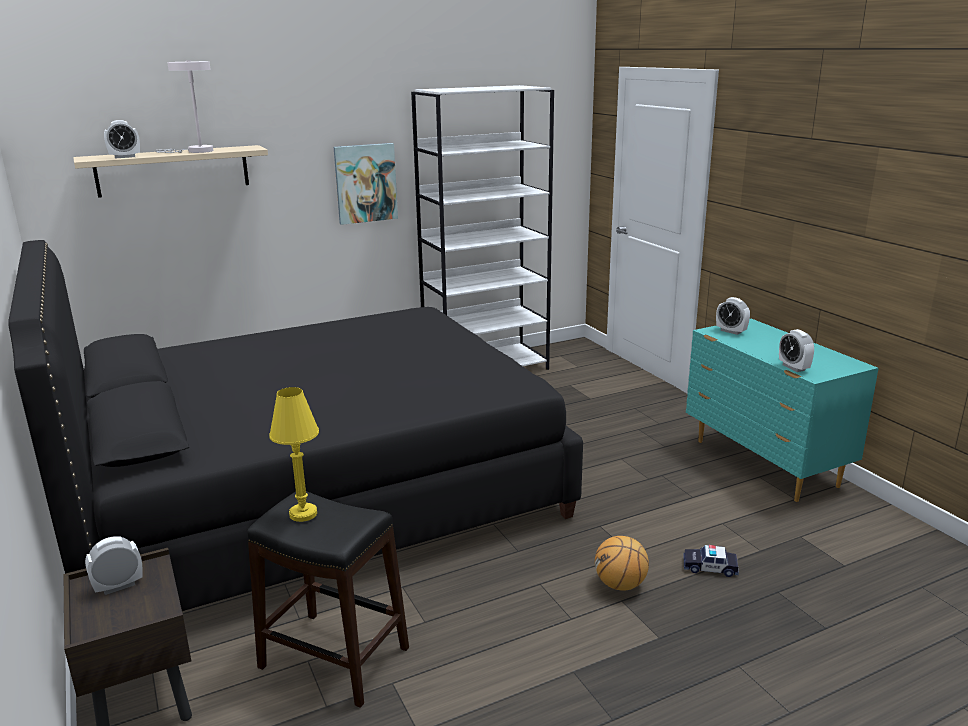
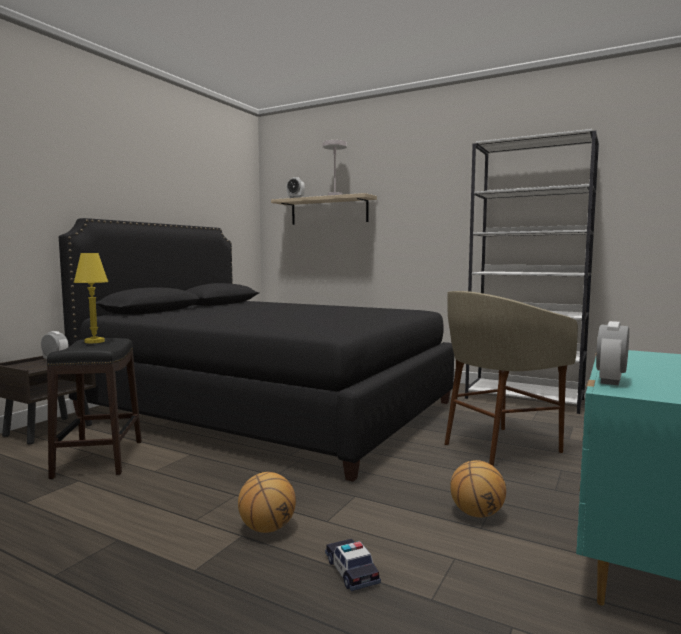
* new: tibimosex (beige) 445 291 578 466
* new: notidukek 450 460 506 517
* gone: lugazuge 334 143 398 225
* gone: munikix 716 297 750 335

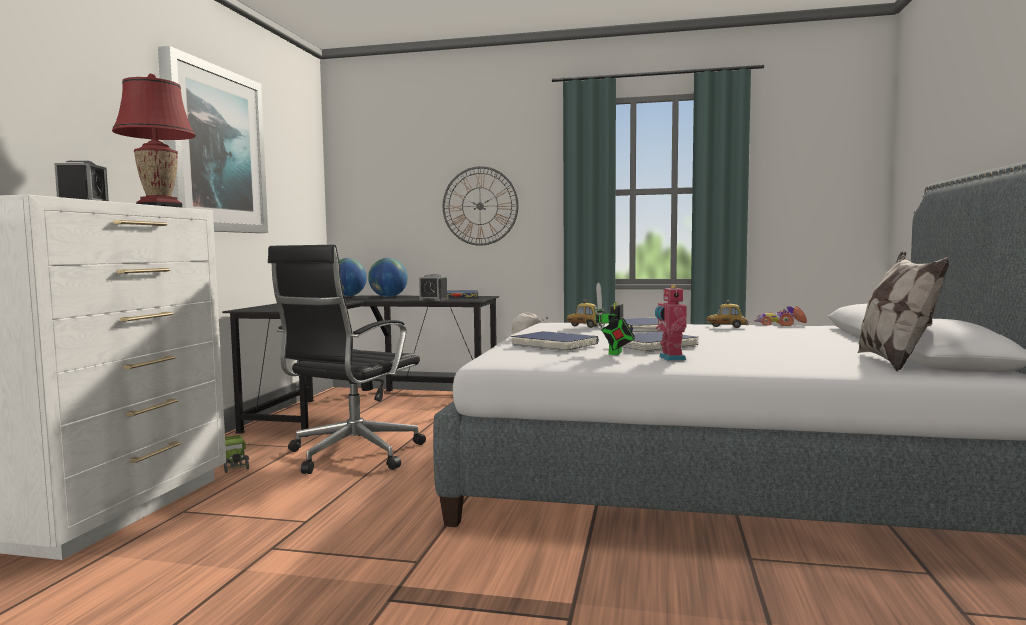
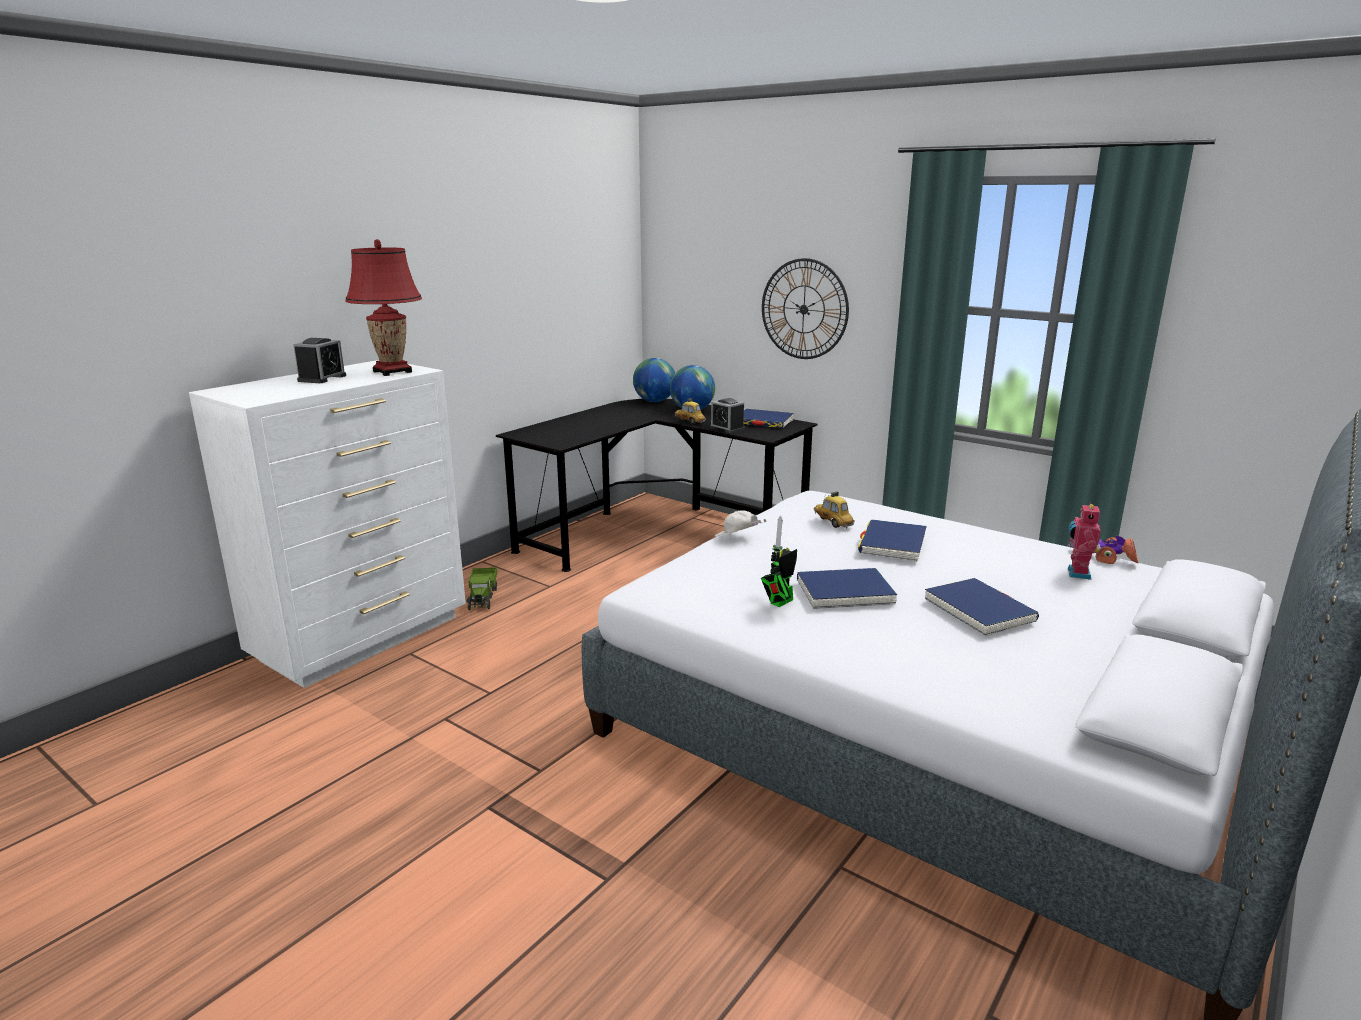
* shifted: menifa 706 300 749 328 to 675 398 706 424
* shifted: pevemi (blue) 511 331 599 352 to 925 578 1039 636
* shifted: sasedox 655 285 687 361 to 1068 502 1101 580
* gone: lugazuge 158 46 268 233
* gone: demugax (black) 268 245 426 474
* gone: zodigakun 858 251 949 372

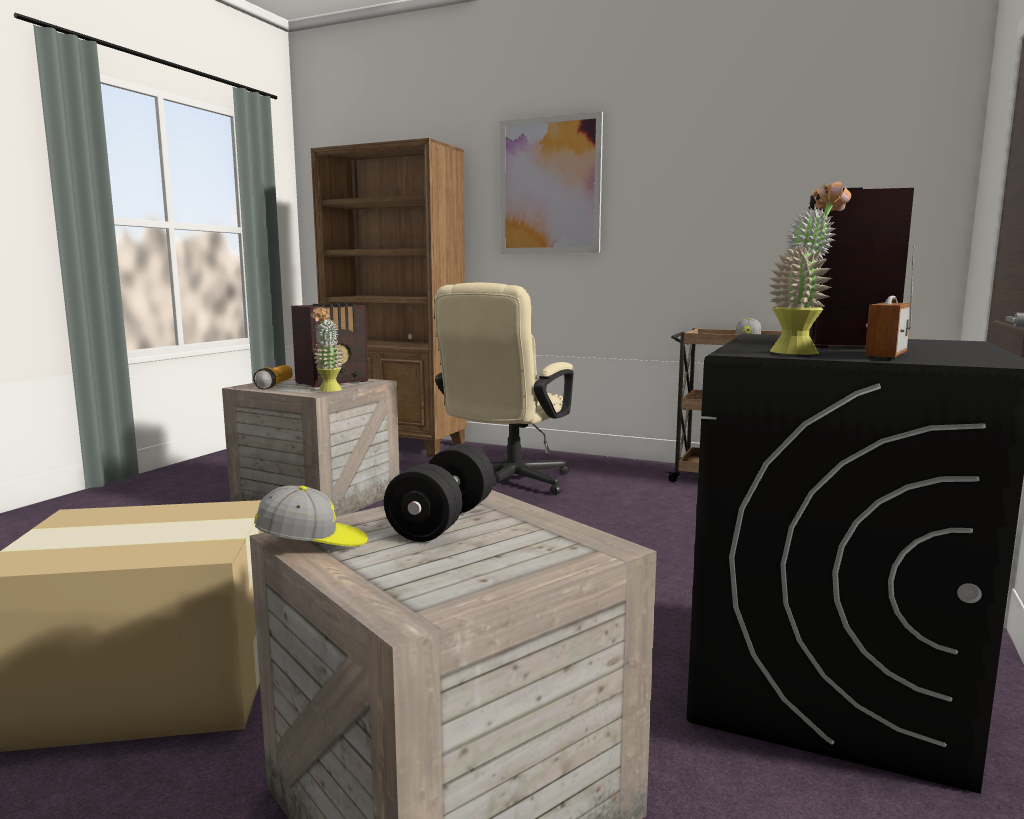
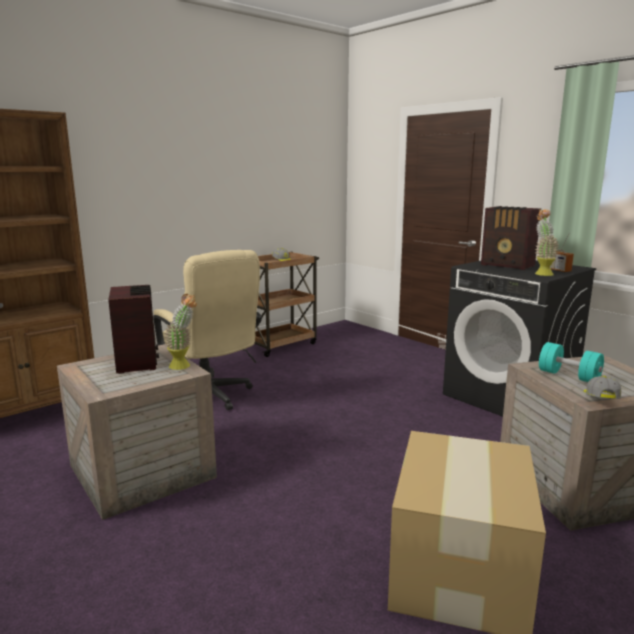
* repainted: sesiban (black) 384 444 494 542 to sesiban (turquoise) 539 342 604 382
* gone: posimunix 253 365 292 390
* gone: lugazuge 500 111 603 254

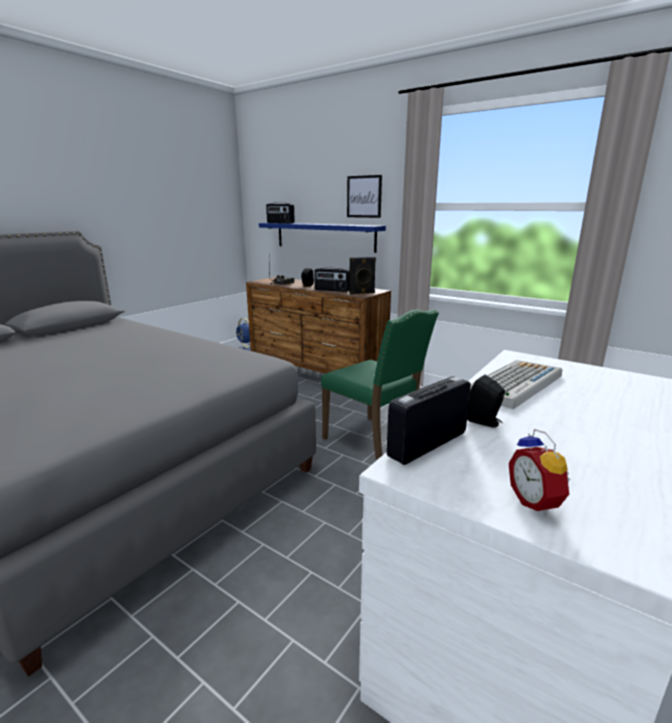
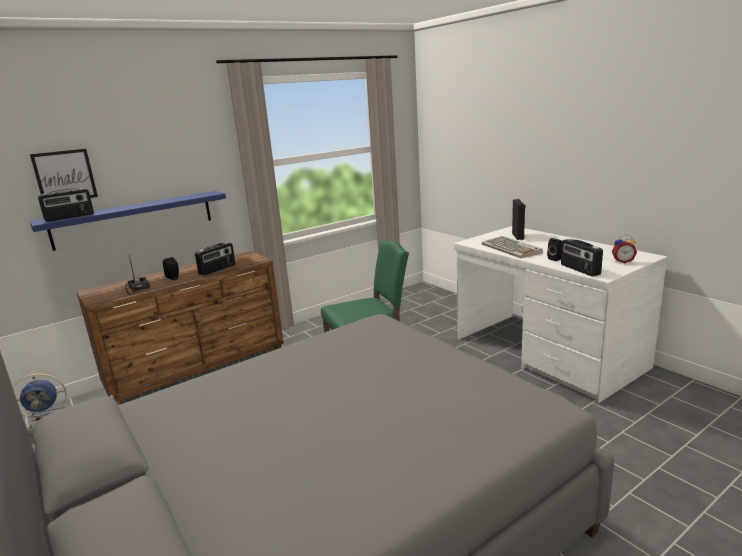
* shifted: lugazuge 347 175 382 218 to 30 149 98 198
* shifted: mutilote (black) 349 257 376 294 to 512 199 526 240

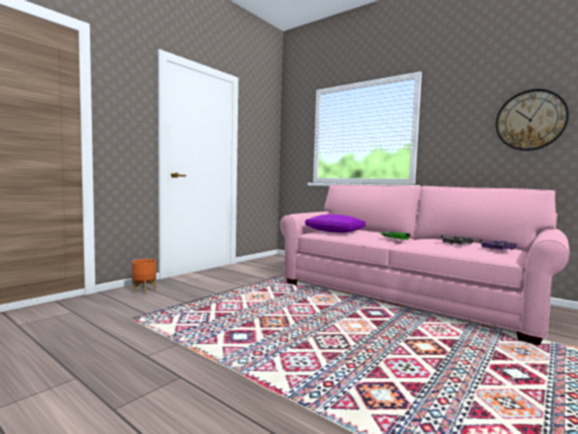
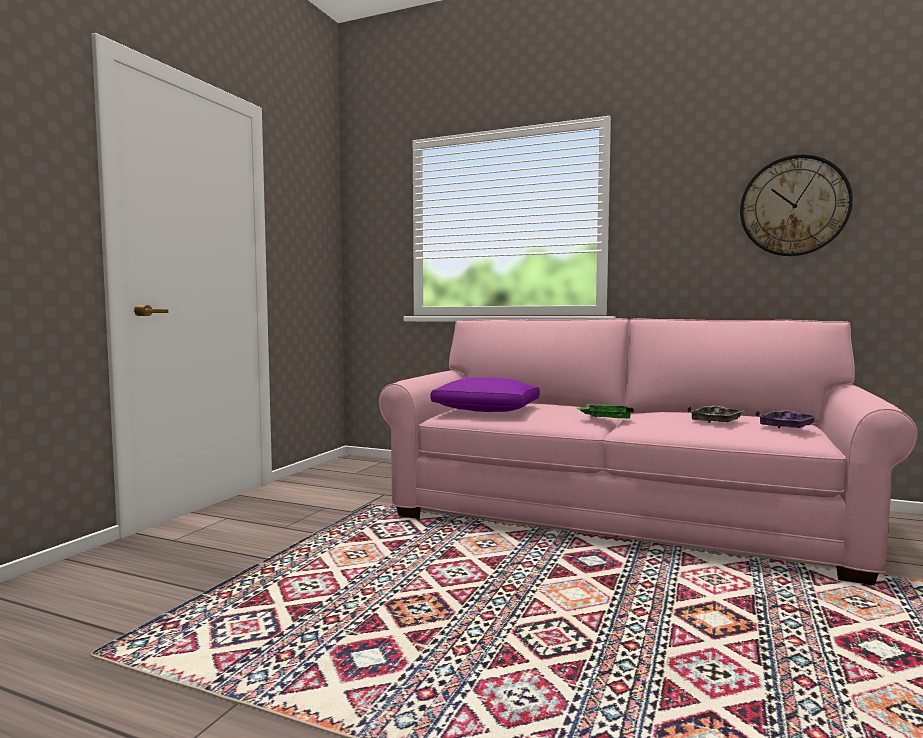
* gone: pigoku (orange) 132 259 156 295

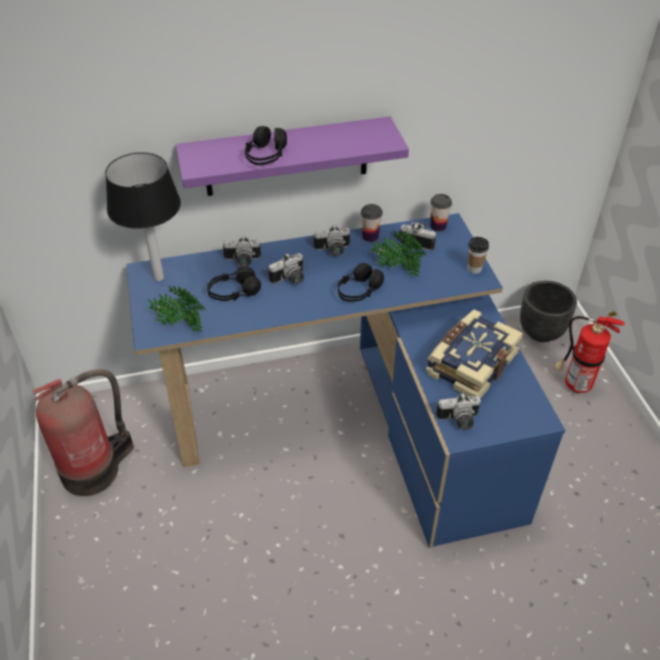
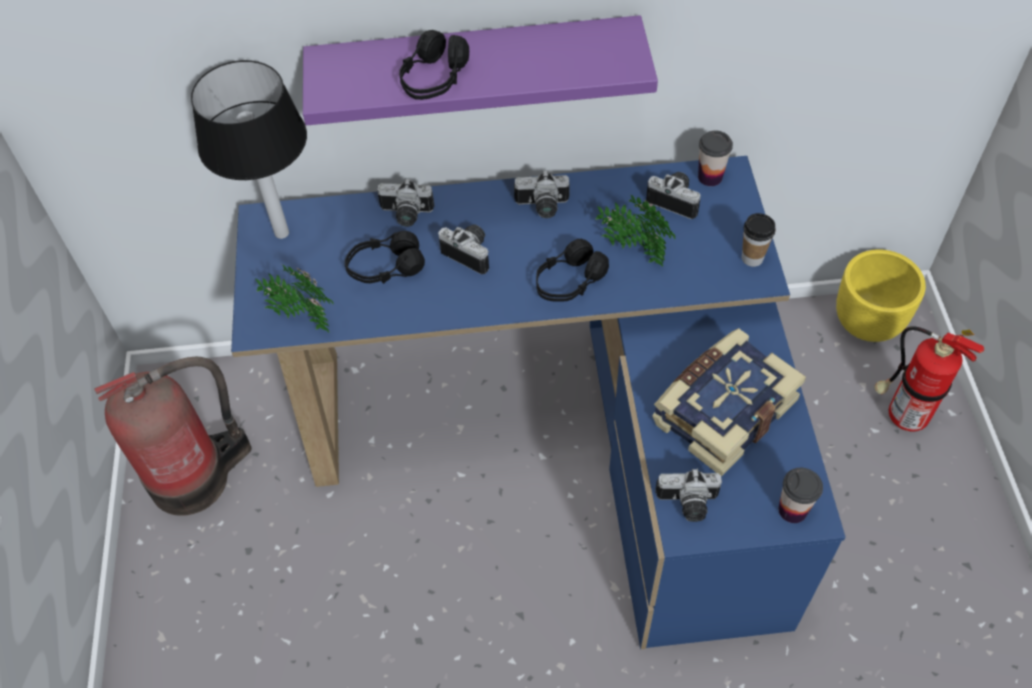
* rotated: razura 268 253 304 284 = 438 224 489 275 120 degrees counterclockwise
* shifted: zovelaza 361 204 383 242 to 778 468 823 523
* repainted: pigoku (black) 520 281 577 342 to pigoku (yellow) 836 249 926 342

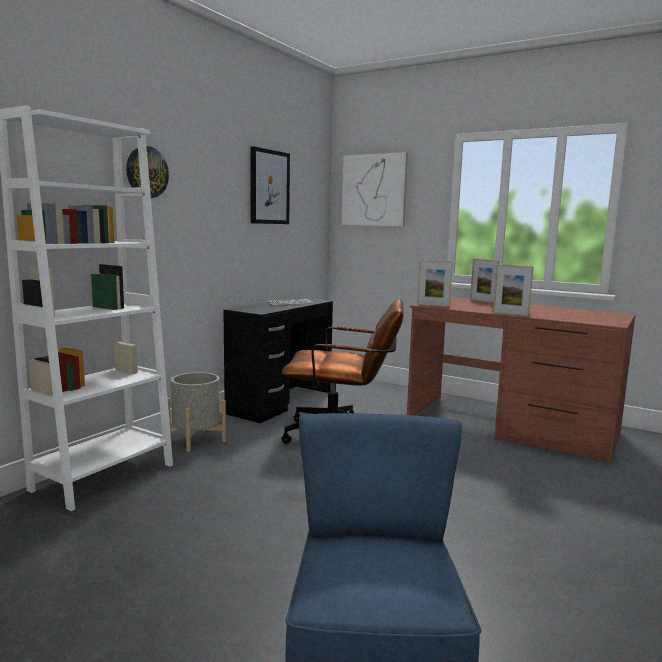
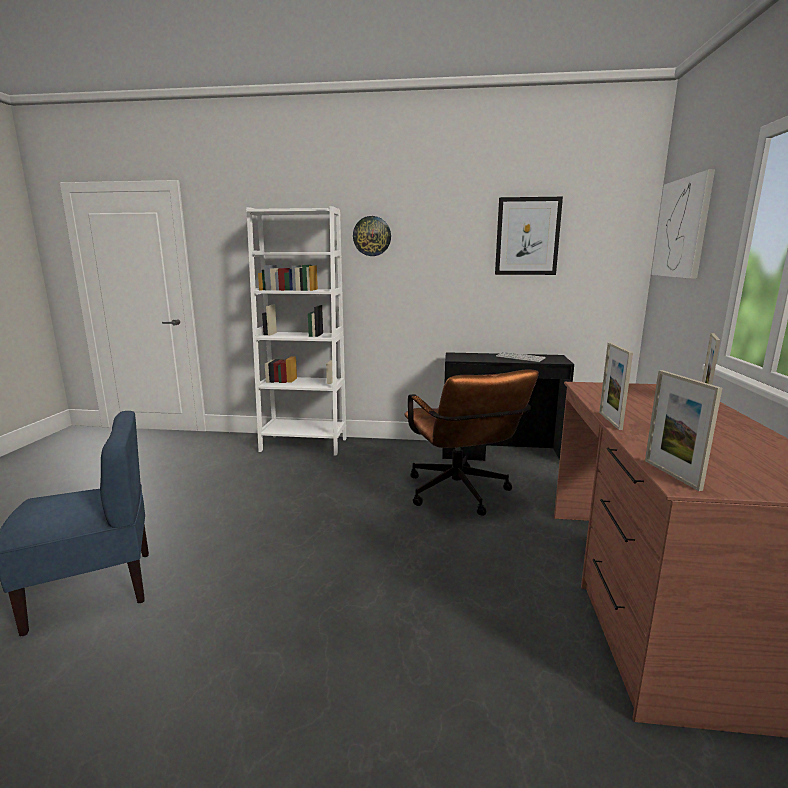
* shifted: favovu 417 260 453 307 to 645 370 722 491
* gone: pigoku (grey) 168 372 226 452

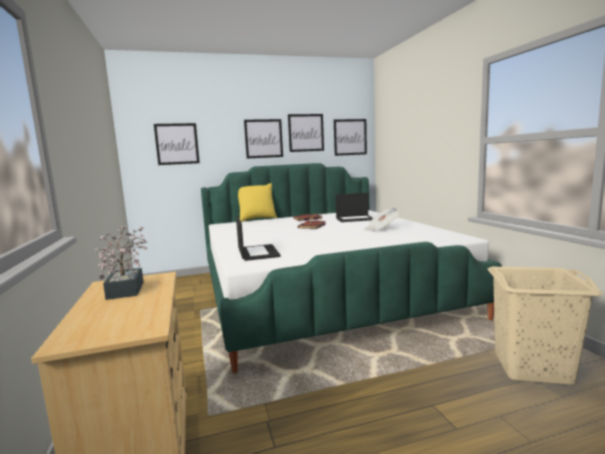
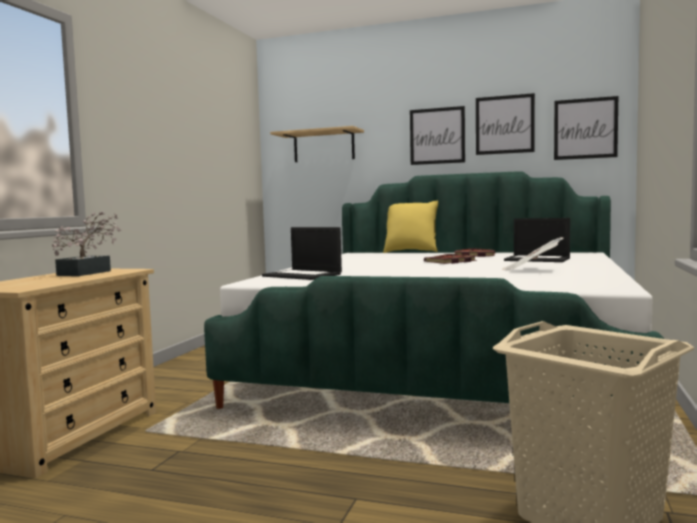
* rotated: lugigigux 236 216 281 261 = 262 227 342 280 105 degrees clockwise
* swapped: lugazuge 154 123 200 165 to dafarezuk 270 126 364 162

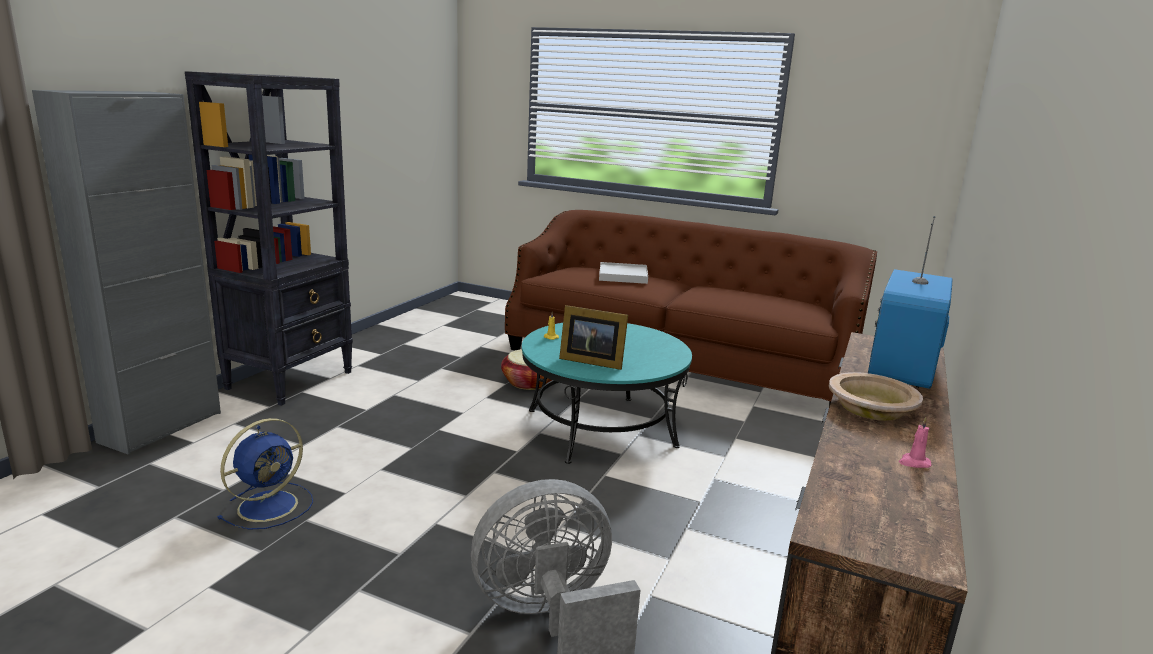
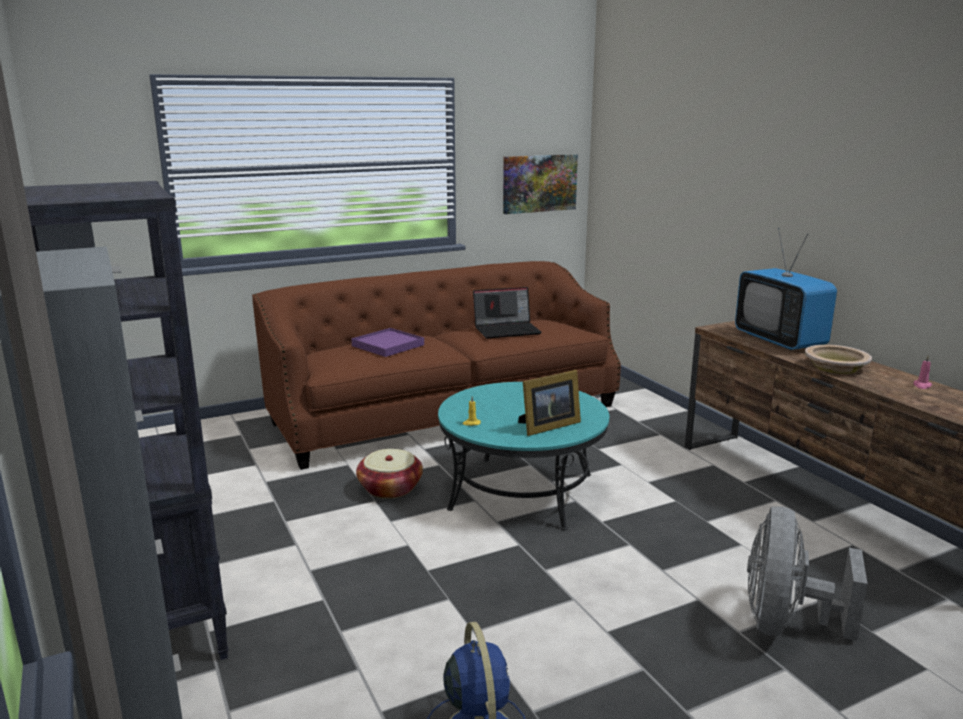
* repainted: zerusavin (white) 599 262 648 284 to zerusavin (purple) 351 328 424 357
* new: lugigigux 473 287 542 339
* new: lugazuge 503 154 578 214

